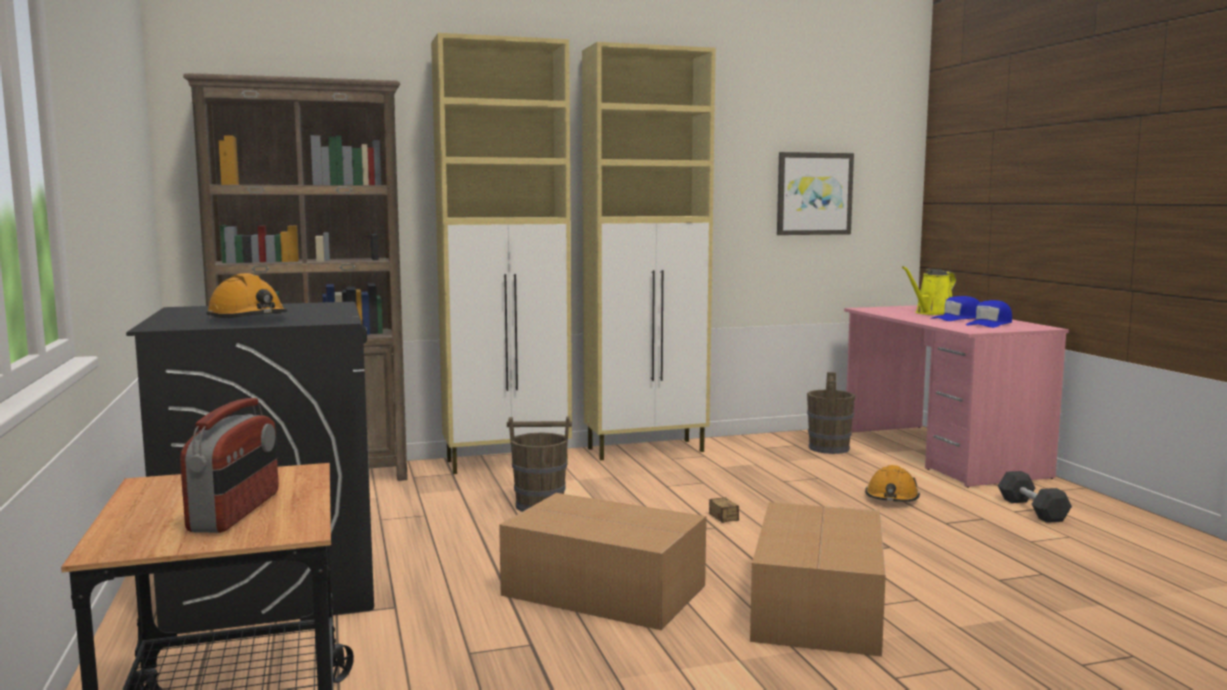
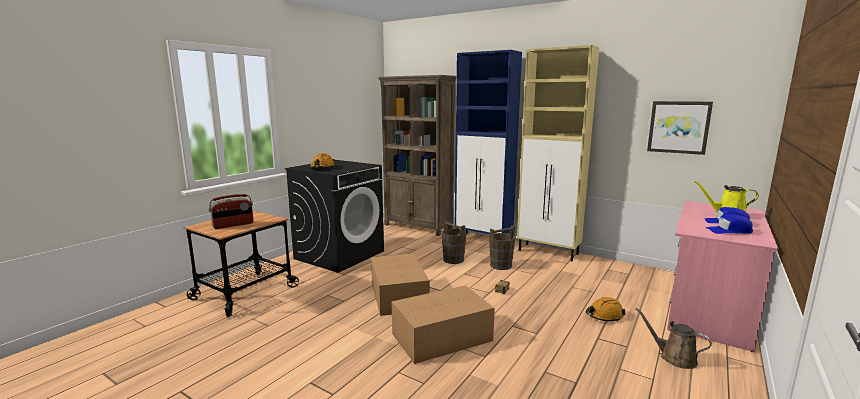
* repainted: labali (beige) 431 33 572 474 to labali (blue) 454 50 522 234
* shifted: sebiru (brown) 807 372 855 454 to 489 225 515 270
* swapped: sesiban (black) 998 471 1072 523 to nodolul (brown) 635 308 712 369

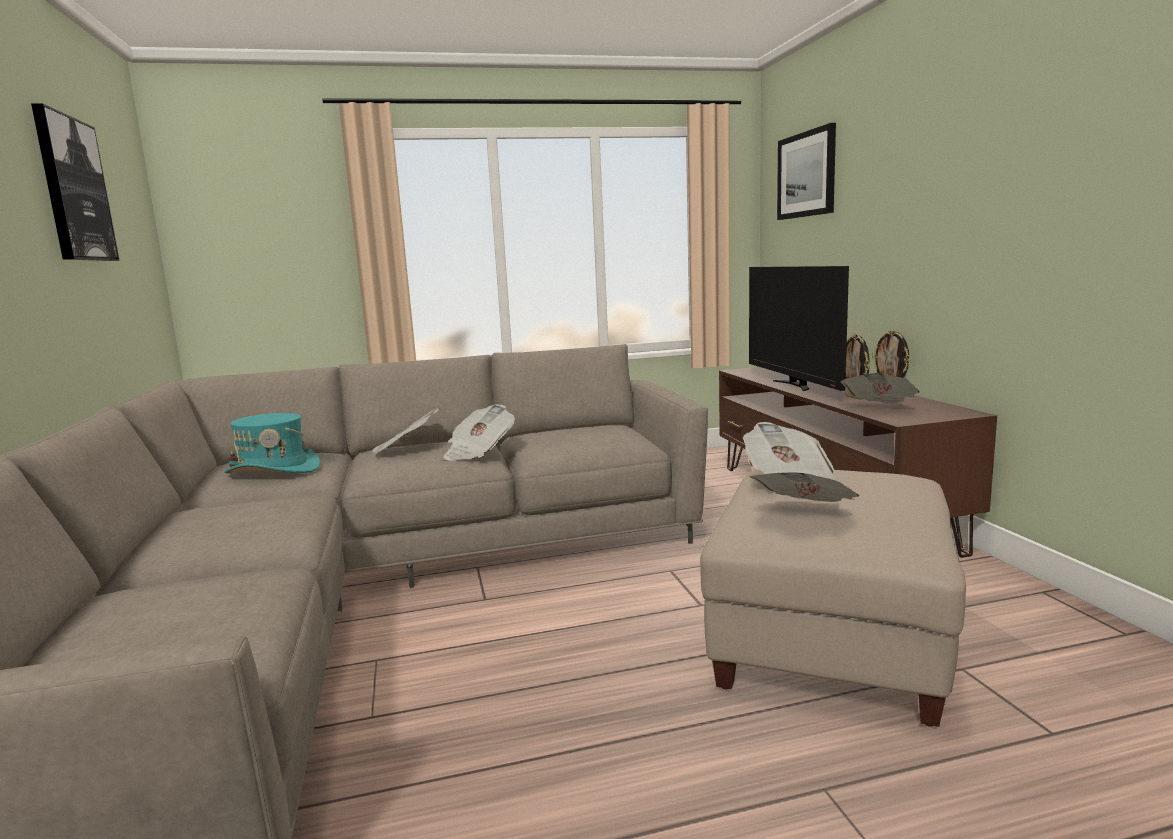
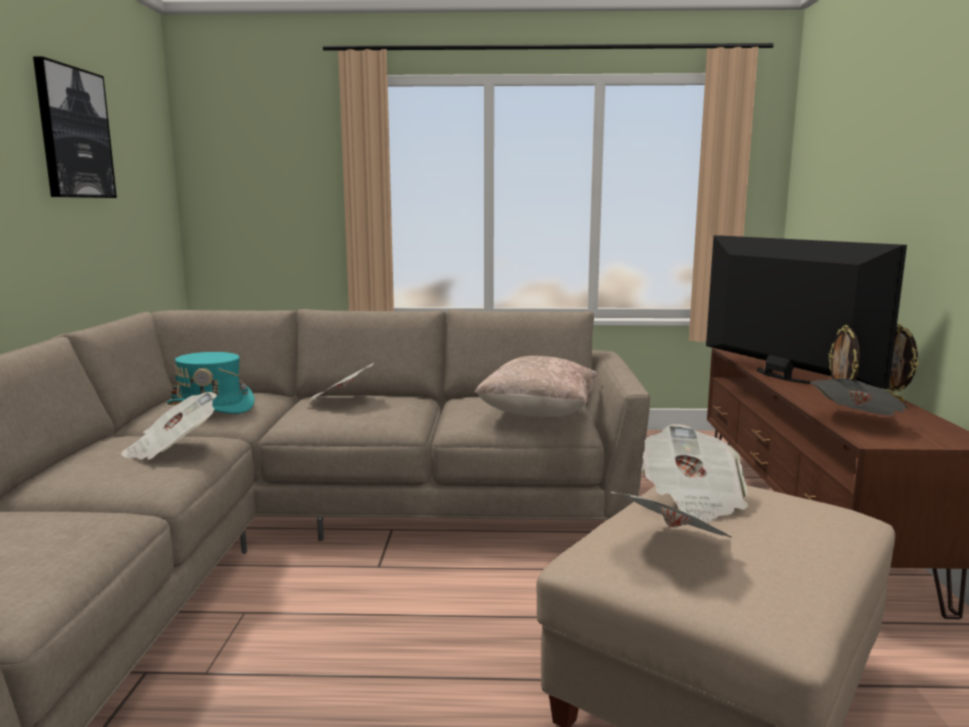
* shifted: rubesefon 443 404 515 461 to 121 392 217 460
* new: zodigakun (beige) 475 356 598 417
* rotated: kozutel 749 266 849 391 = 706 235 907 389 150 degrees clockwise
* gone: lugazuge 777 123 836 220

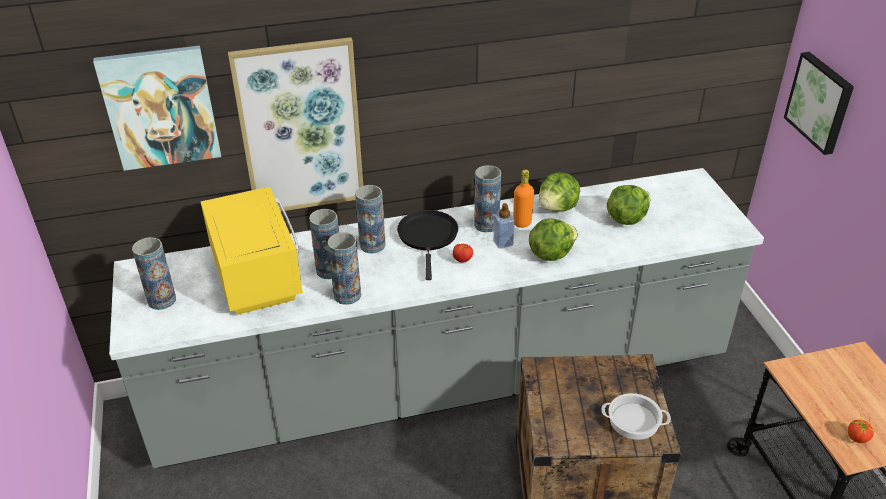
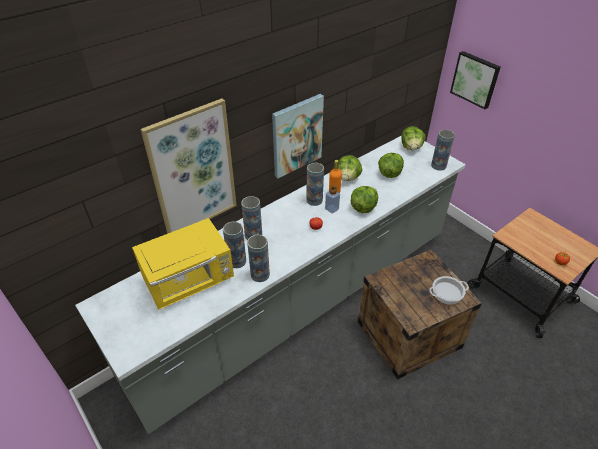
* rotated: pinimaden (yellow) 201 187 303 315 = 132 218 234 310 105 degrees clockwise
* shifted: lugazuge 93 46 221 171 to 272 94 324 178
* new: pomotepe 402 126 425 150
* shifted: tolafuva 132 237 176 310 to 431 130 455 171
* gone: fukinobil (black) 397 210 458 280

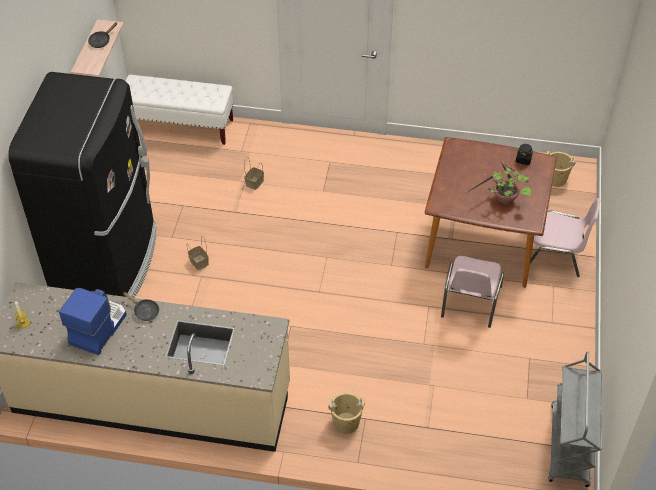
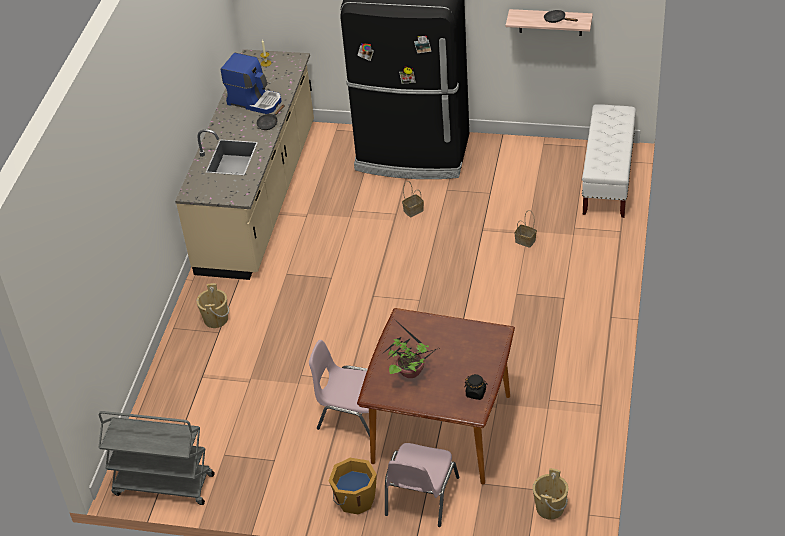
* new: sebiru (orange) 329 458 377 514

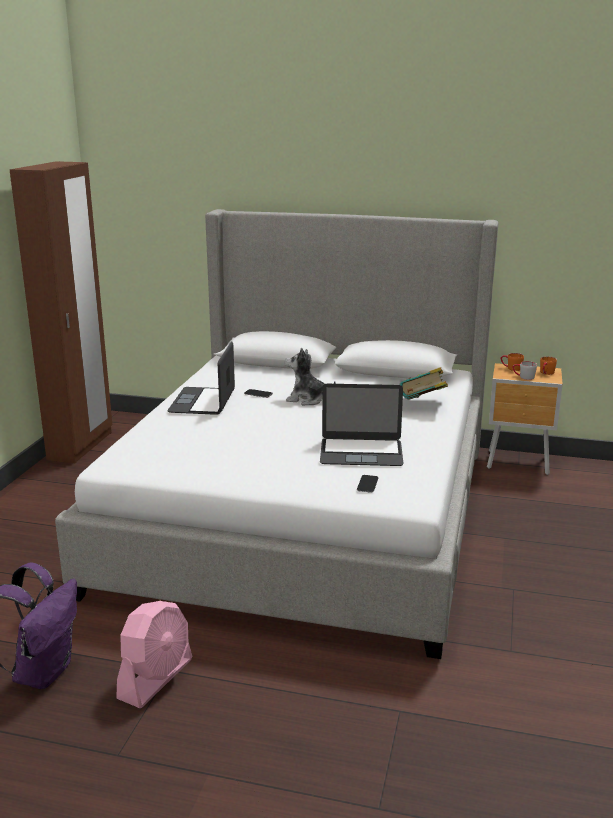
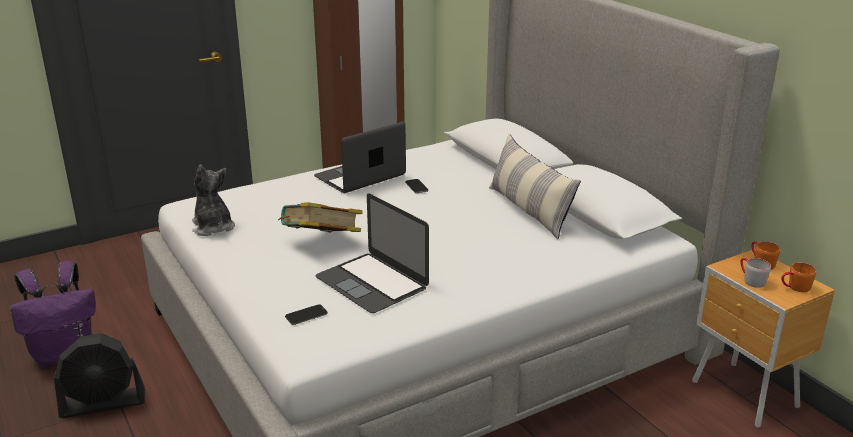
* repainted: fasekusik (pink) 116 601 193 708 to fasekusik (black) 54 333 145 418
* shifted: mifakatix 285 348 336 405 to 192 165 235 236
* shifted: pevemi 400 367 448 399 to 278 202 363 233
* new: zodigakun 489 134 581 239

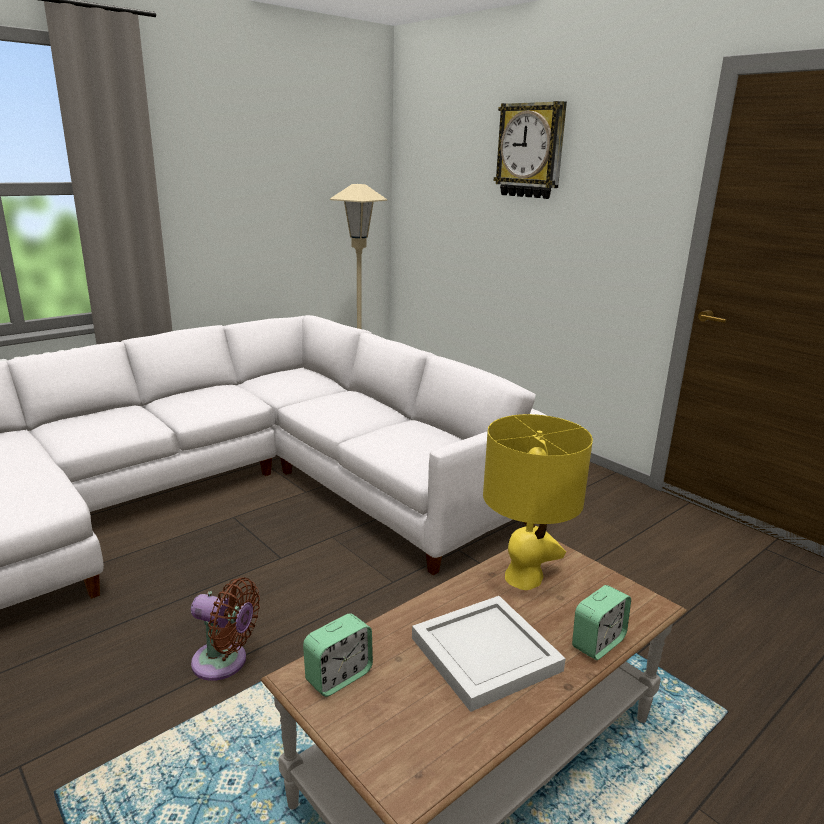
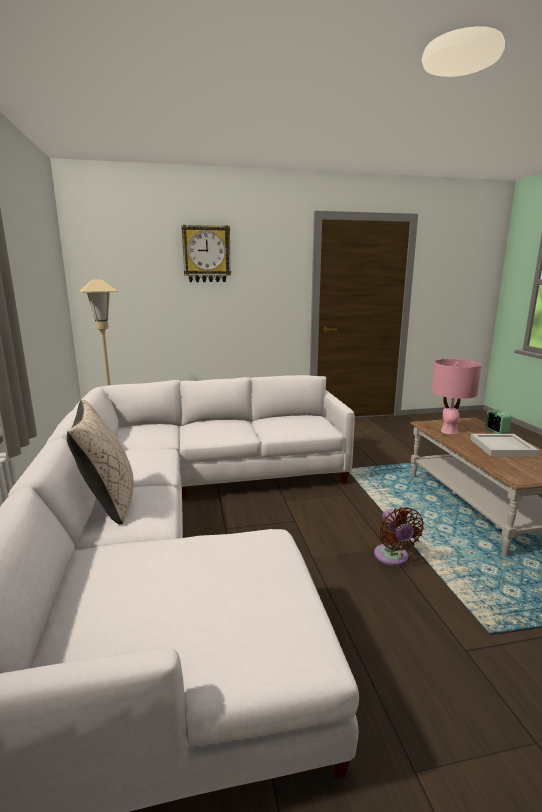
* new: zodigakun (beige) 67 400 134 524
* rotated: fasekusik (brown) 191 577 260 681 = 374 507 424 566 120 degrees clockwise
* repainted: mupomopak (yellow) 483 414 593 590 to mupomopak (pink) 431 359 482 434
* gone: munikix 303 613 373 697

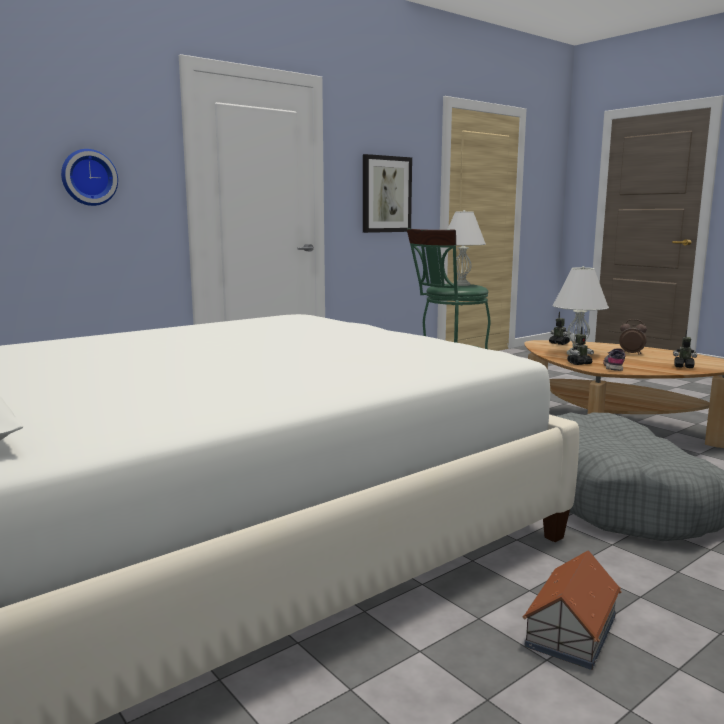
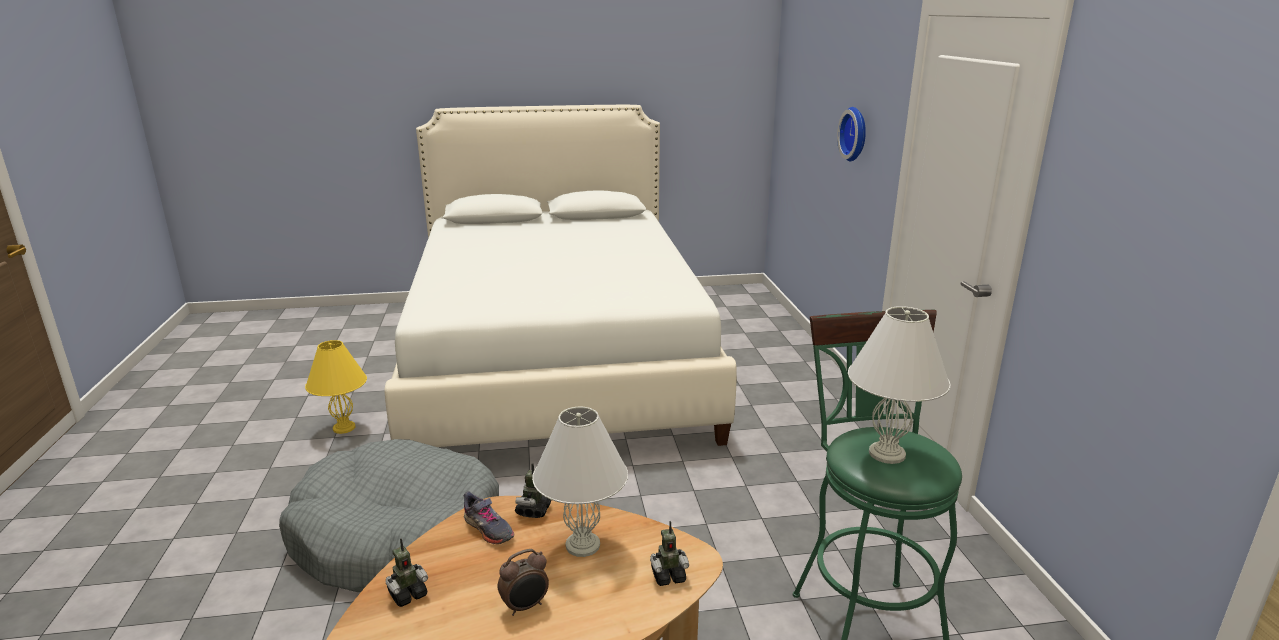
* swapped: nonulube 522 550 622 670 to mupomopak (yellow) 305 340 367 434
* gone: lugazuge 363 154 412 233

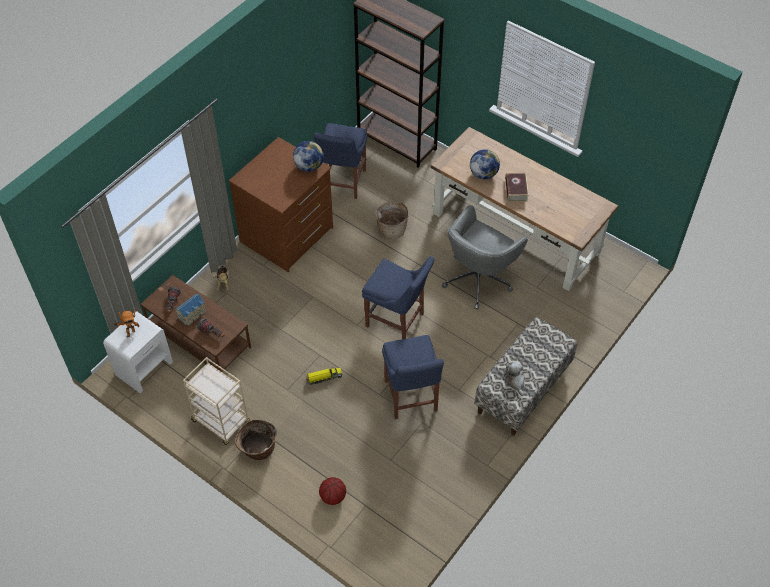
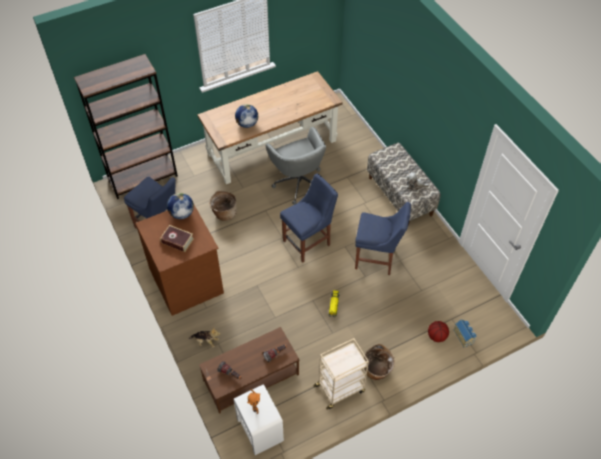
* shifted: pevemi 505 173 529 202 to 160 225 194 252
* shifted: nonulube 175 294 206 326 to 453 320 477 347

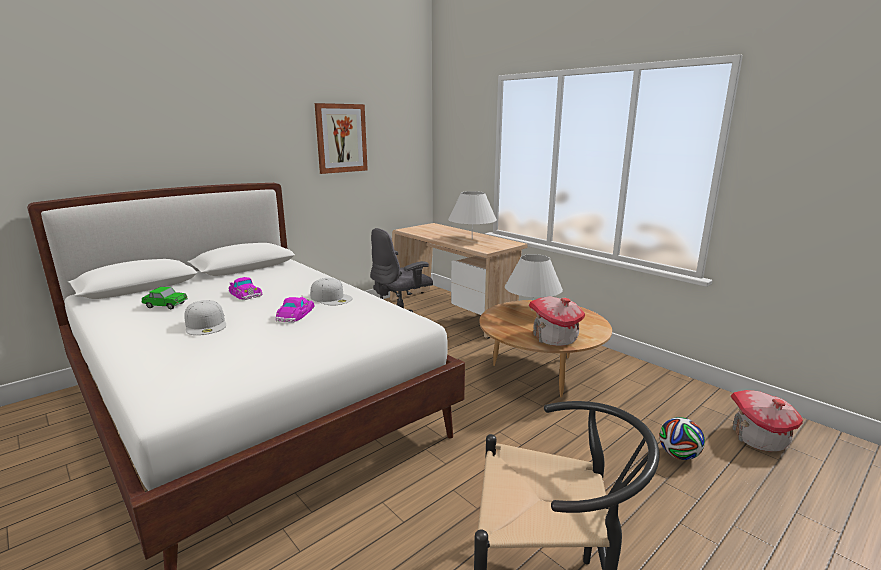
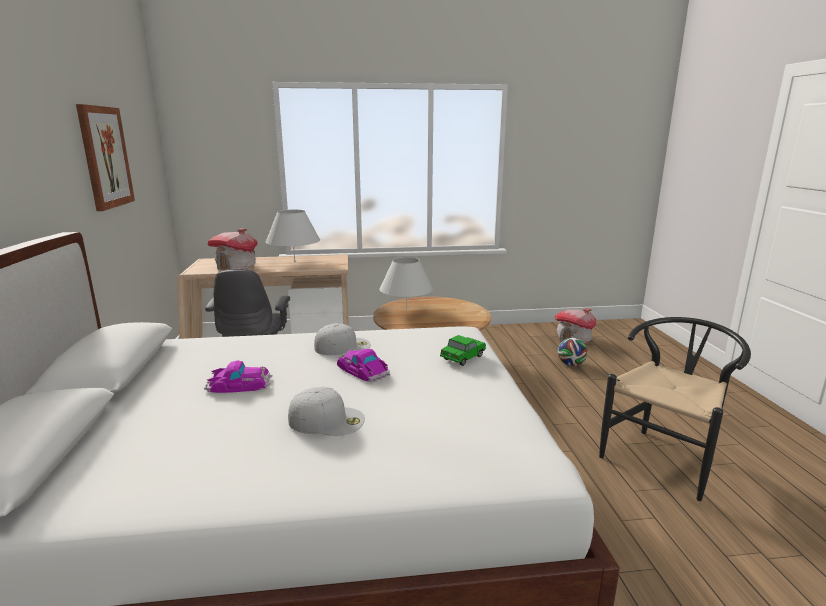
* shifted: nonulube 529 296 585 346 to 208 228 257 270
* shifted: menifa 142 287 188 309 to 440 335 486 366

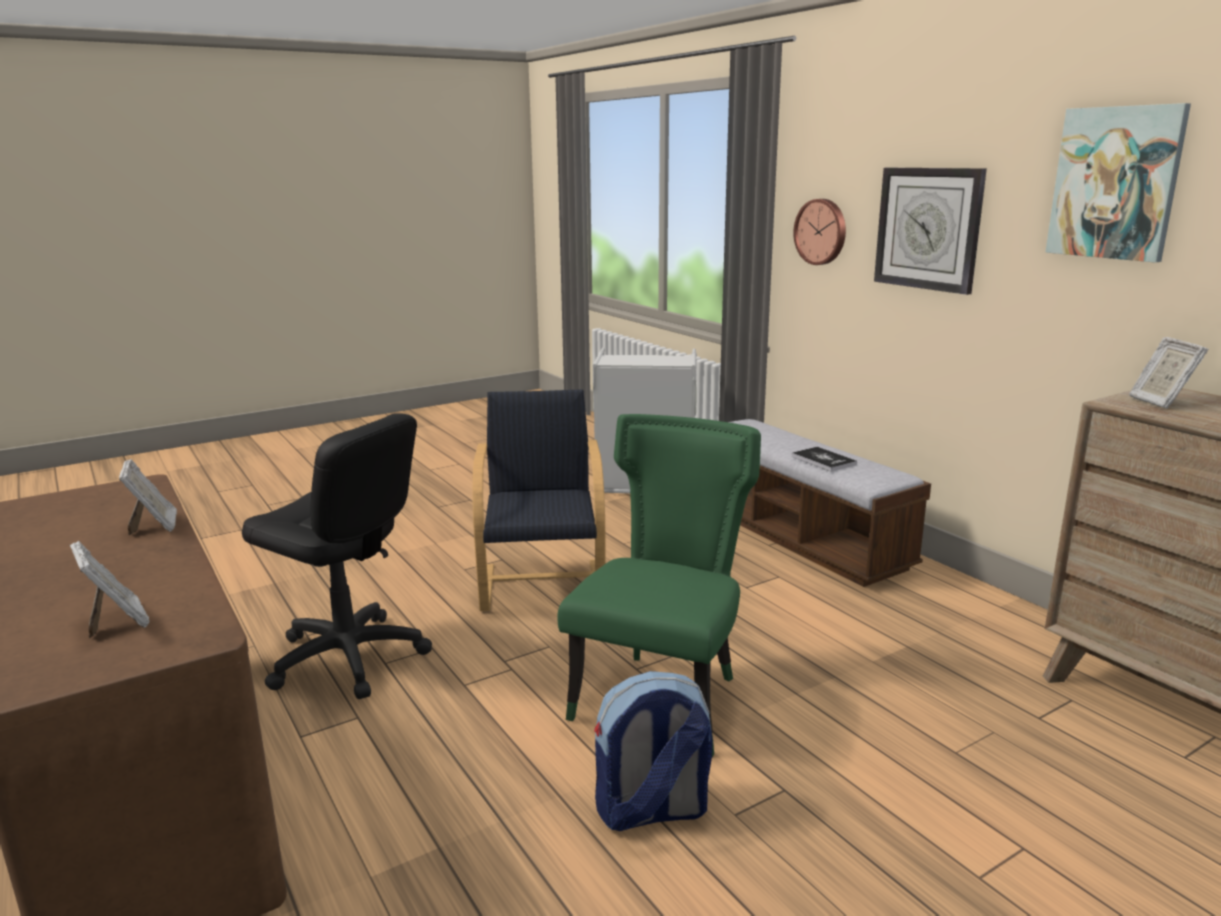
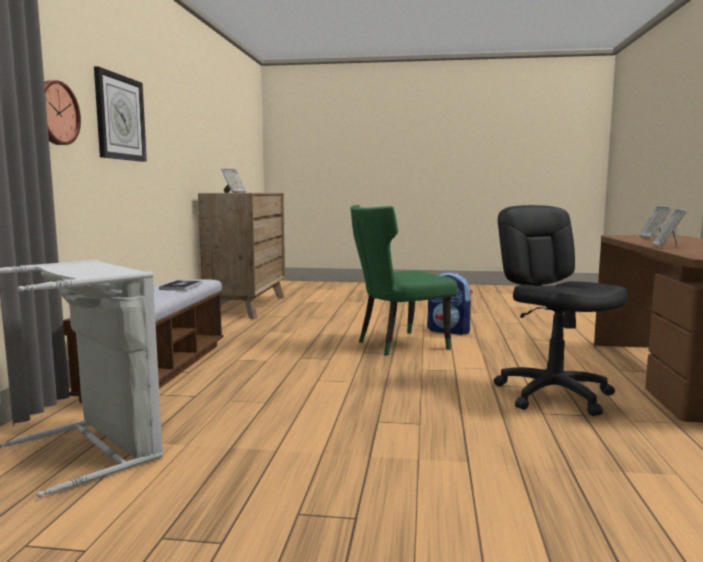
* gone: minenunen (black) 472 389 606 611
* gone: lugazuge 1046 103 1191 263

